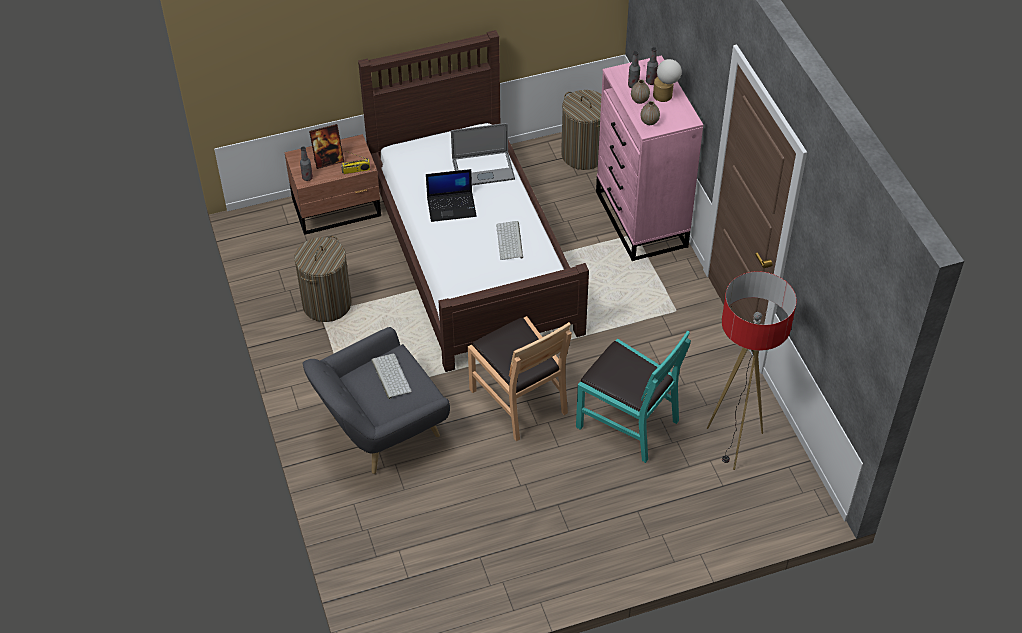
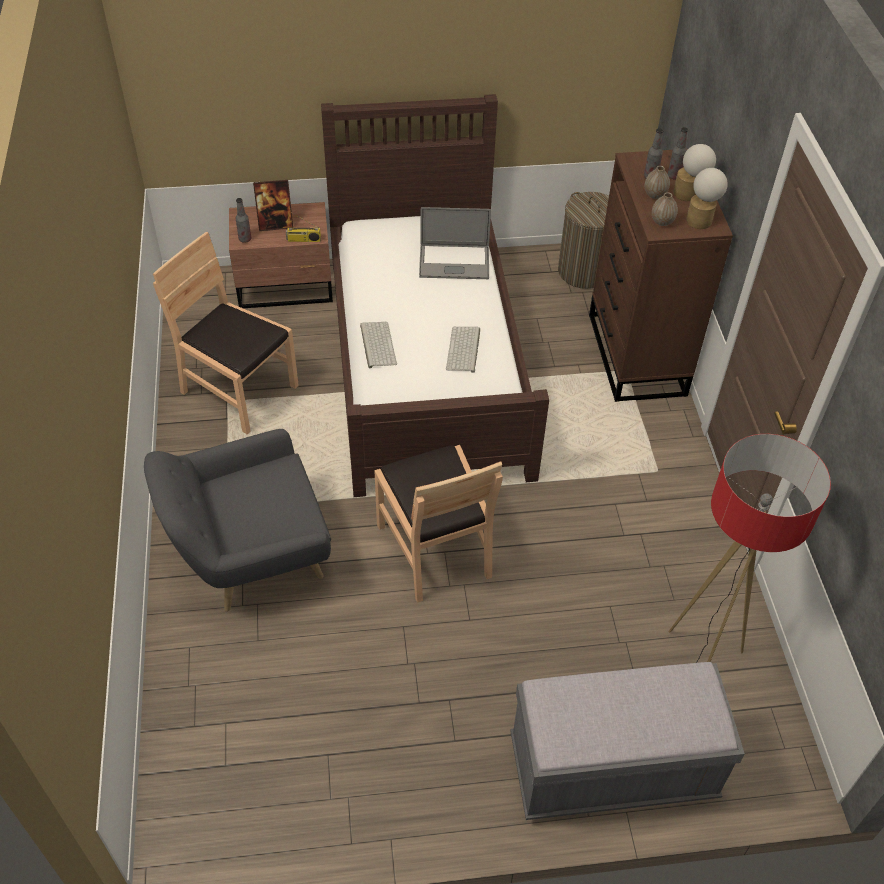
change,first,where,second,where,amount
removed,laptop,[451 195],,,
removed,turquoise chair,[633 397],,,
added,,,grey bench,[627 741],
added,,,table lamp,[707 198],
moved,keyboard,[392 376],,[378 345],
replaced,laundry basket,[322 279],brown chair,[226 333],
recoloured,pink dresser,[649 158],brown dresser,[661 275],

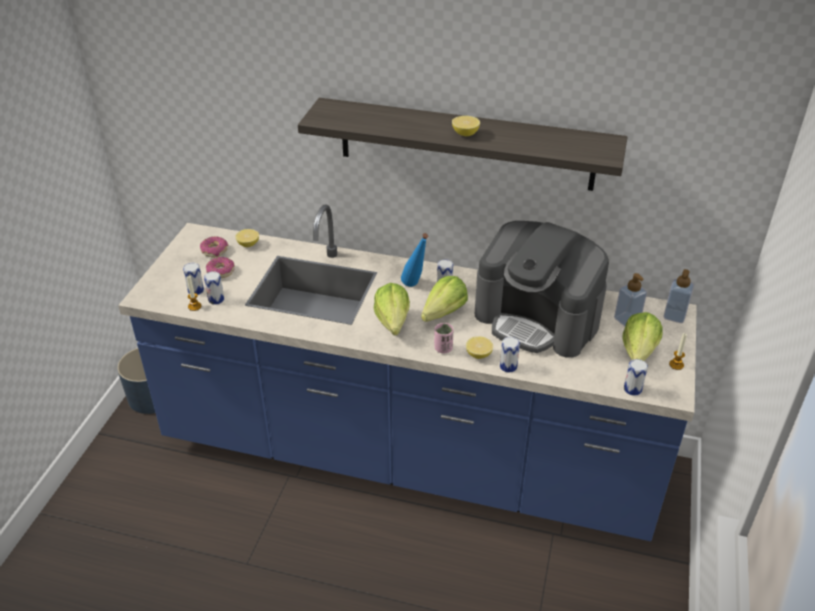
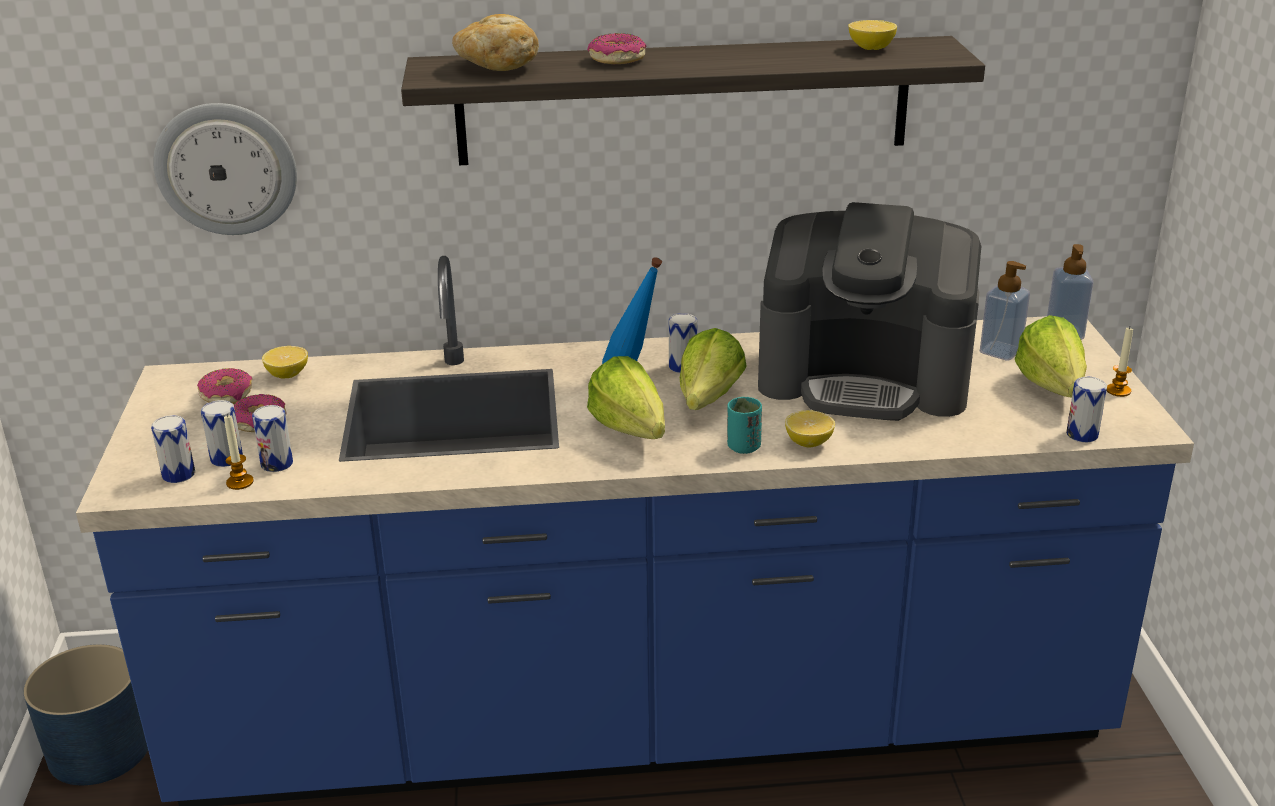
change,first,where,second,where,amount
added,,,wall clock,[225 169],
added,,,bread,[495 42],
added,,,donut,[616 48],
moved,lemon,[466 126],,[872 35],
moved,can,[510 354],,[173 449],
recoloured,pink cup,[443 338],turquoise cup,[744 425],

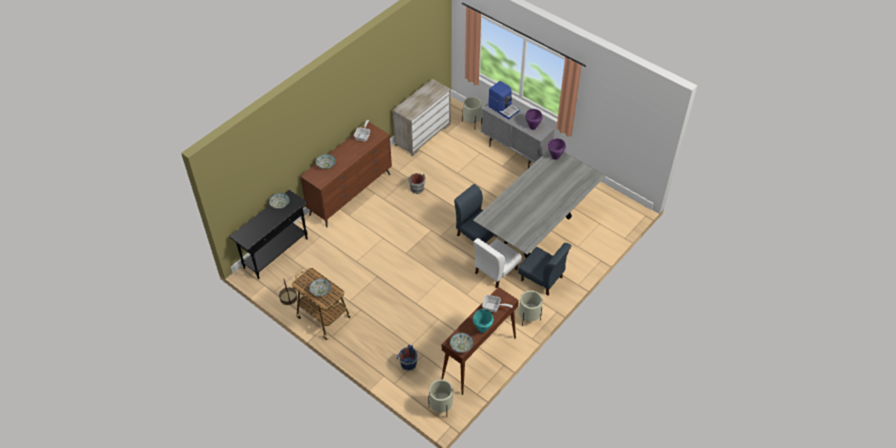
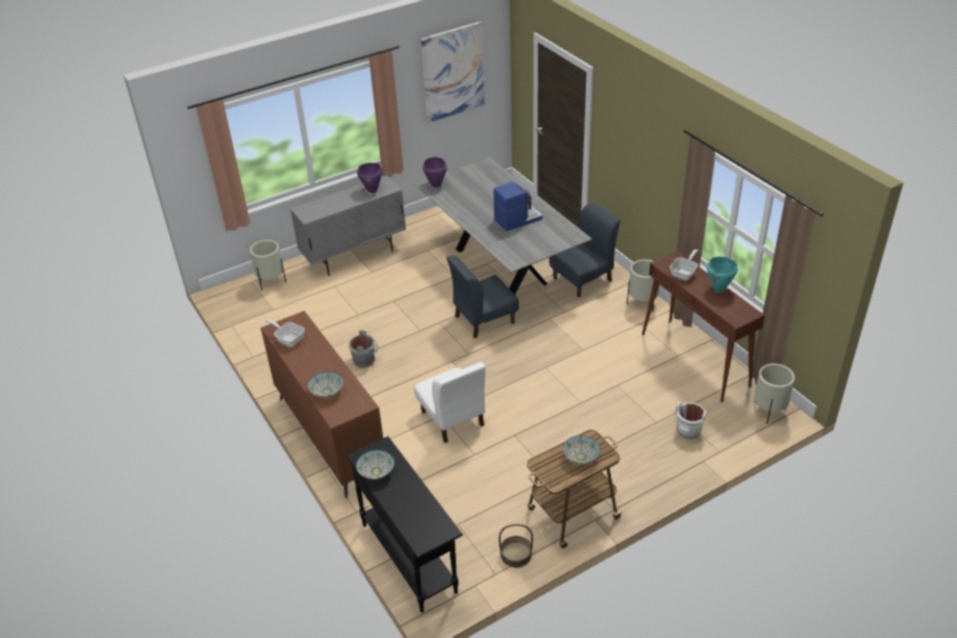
change,first,where,second,where,amount
removed,beige dresser,[421 117],,,
removed,bowl,[461 343],,,
added,,,picture,[453 72],
moved,white chair,[498 263],,[450 402],
moved,coffee machine,[504 100],,[518 206],
recoloured,blue bucket,[407 358],white bucket,[690 420],

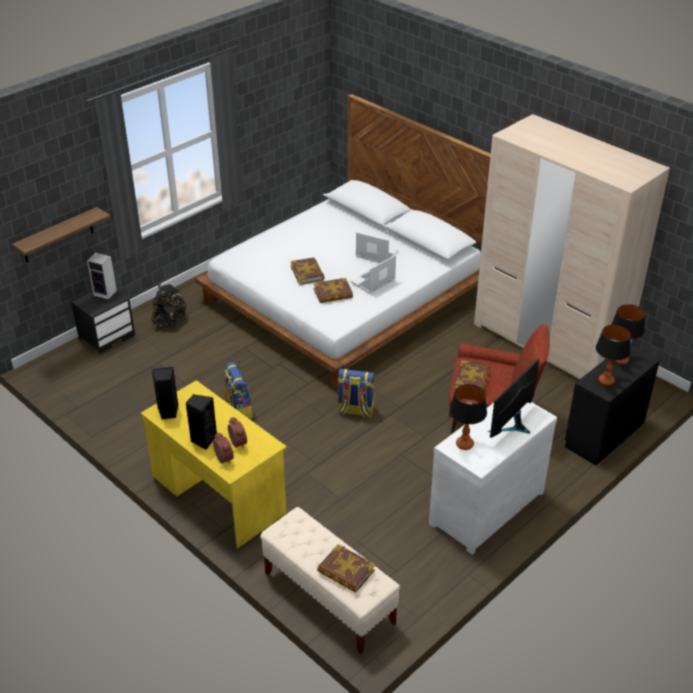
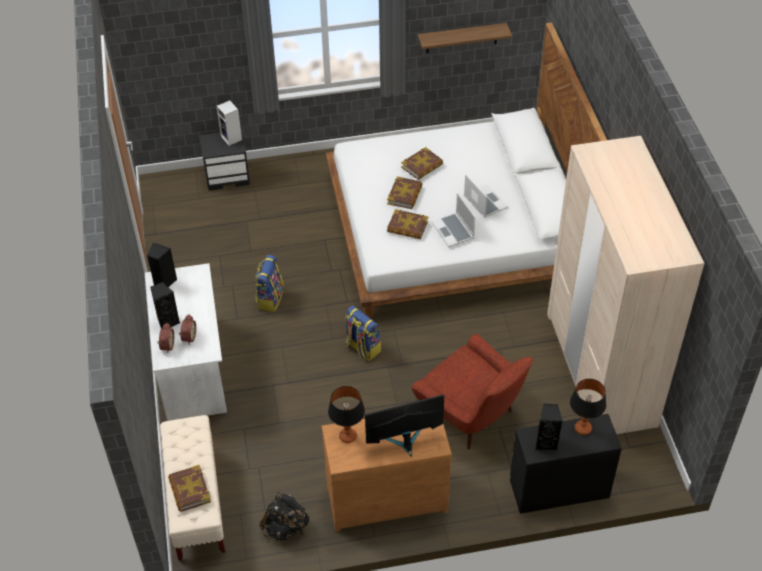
change,first,where,second,where,amount
moved,shelf,[61 235],,[465 38],
moved,black backpack,[168 305],,[284 516],
moved,book,[472 376],,[422 163],
replaced,table lamp,[613 355],black speaker,[549 427],
recoloured,yellow desk,[214 464],white desk,[186 342],
recoloured,white dresser,[493 478],brown dresser,[386 475],
turned,laptop,[373 274],,[453 220],105 degrees counterclockwise

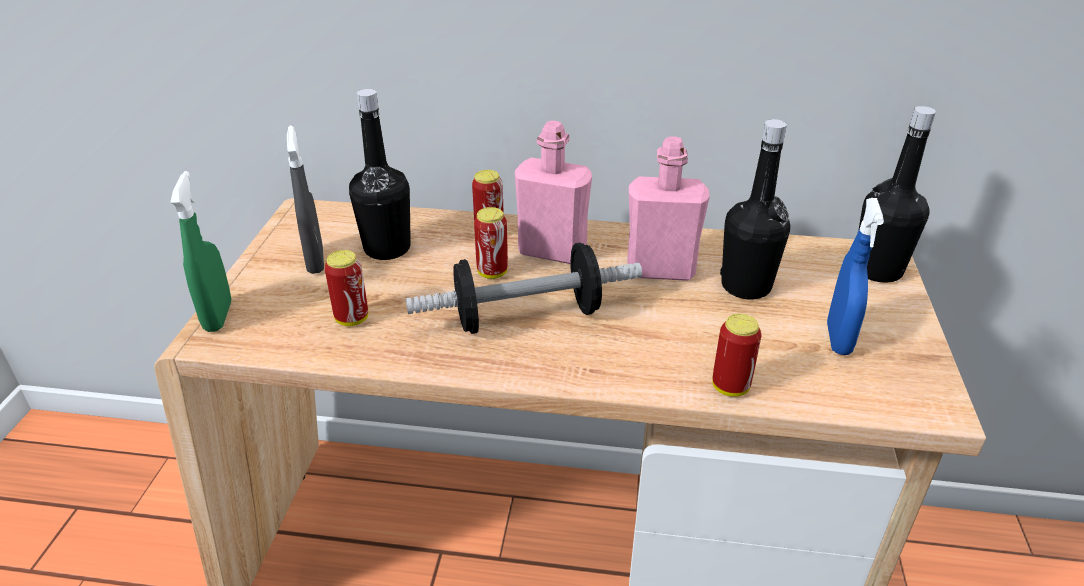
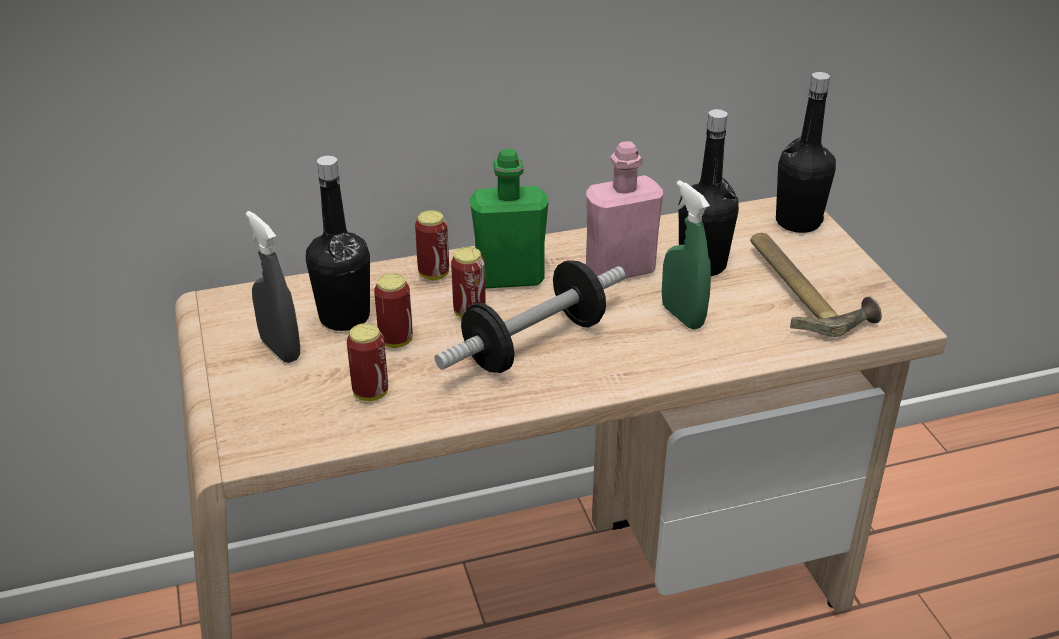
change,first,where,second,where,amount
moved,green spray bottle,[201 251],,[686 254],
moved,can,[737 355],,[393 311],
replaced,blue spray bottle,[855 276],hammer,[816 285],
recoloured,pink bottle,[553 192],green bottle,[509 218],

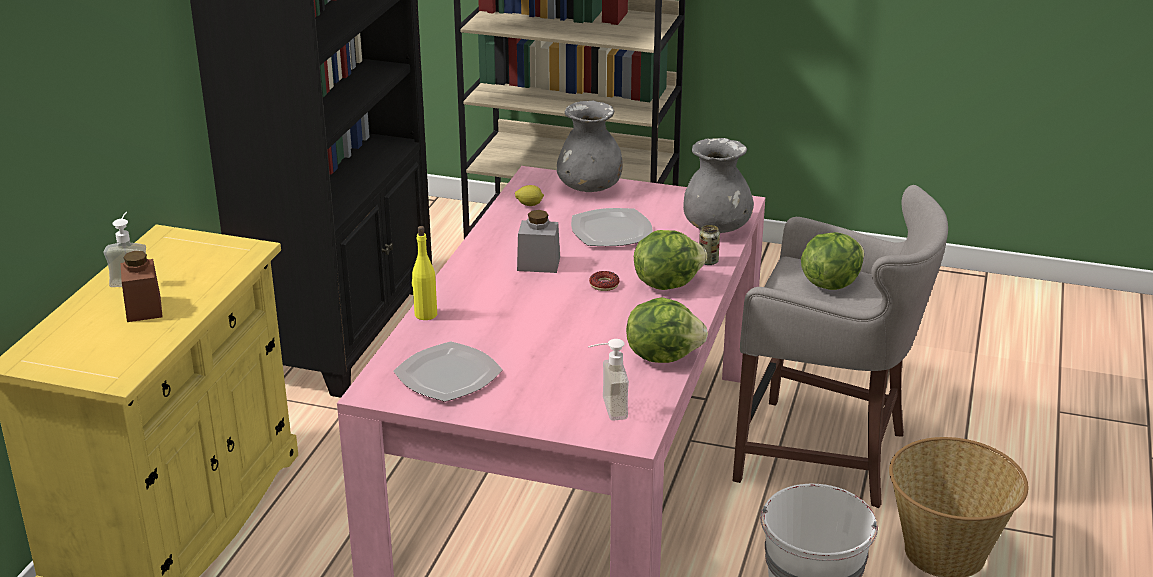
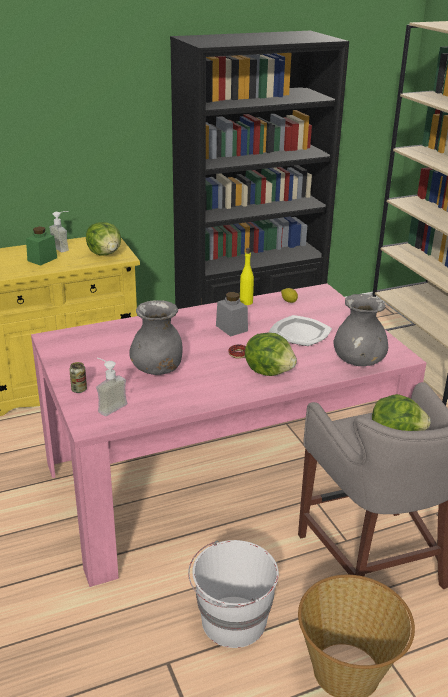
change,first,where,second,where,amount
removed,plate,[448 371],,,
moved,yellow bottle,[424 273],,[247 276],
moved,grey vase,[590 146],,[156 337],
moved,lettuce,[667 330],,[103 239],
moved,can,[709 245],,[78 377],
recoloured,brown jar,[142 286],green jar,[41 246],

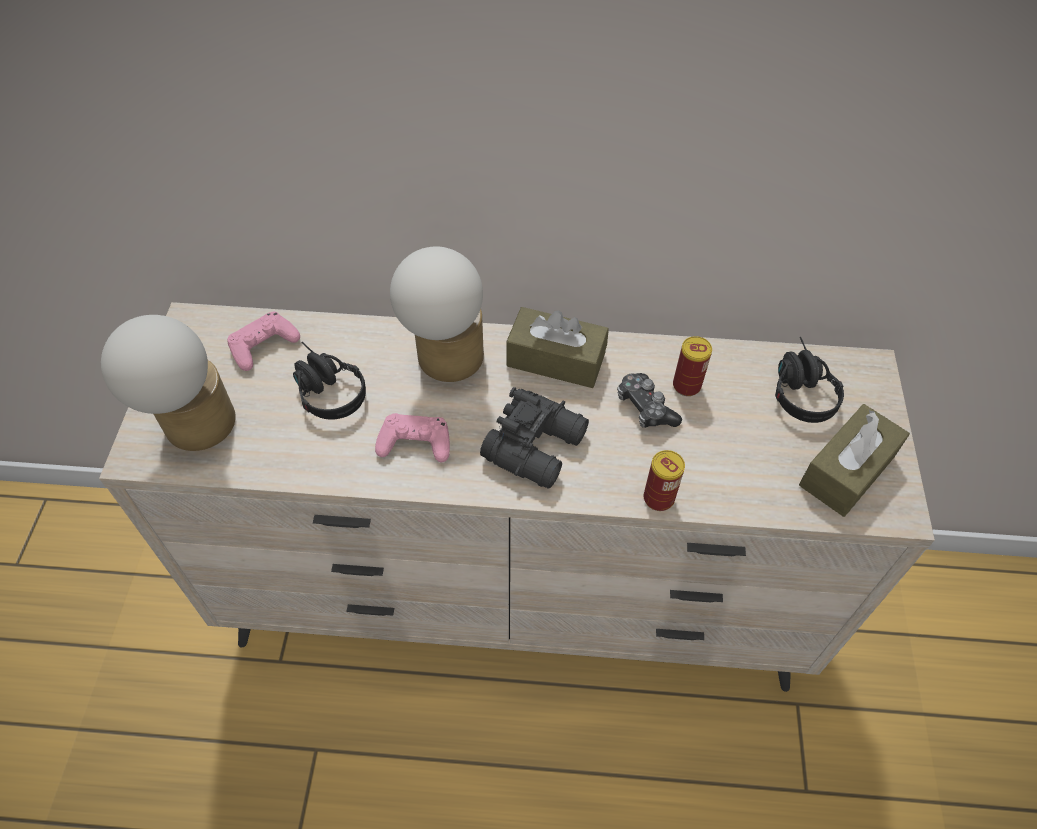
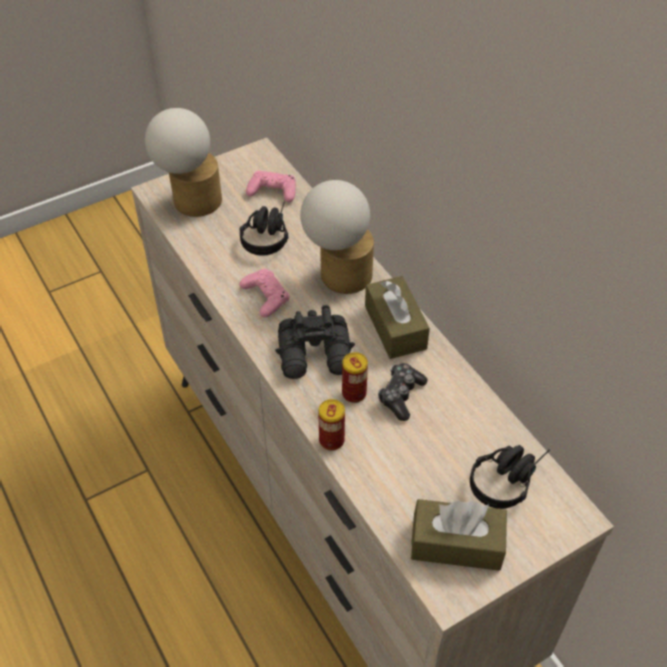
change,first,where,second,where,amount
moved,can,[692 366],,[355 377],

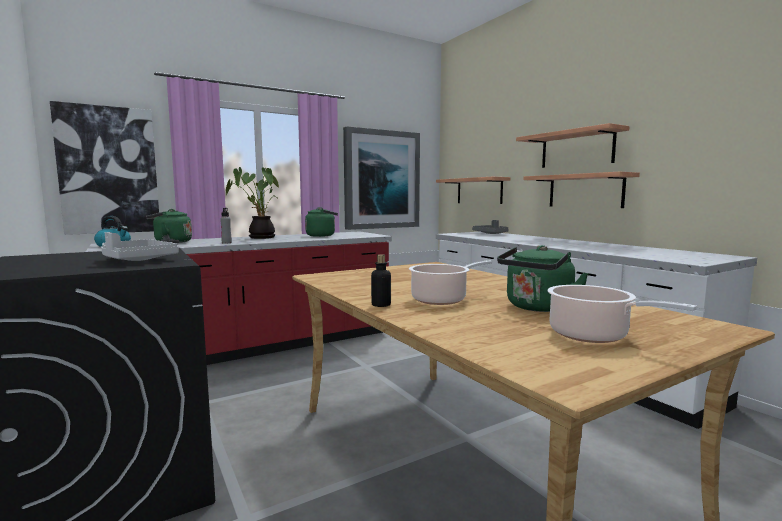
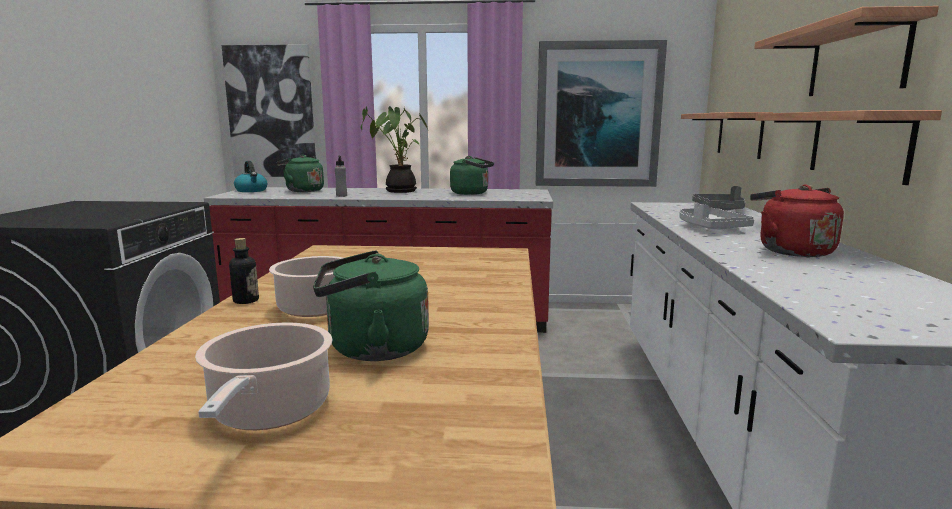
change,first,where,second,where,amount
added,,,red kettle,[797 221],
moved,grey tray,[140 246],,[716 216],

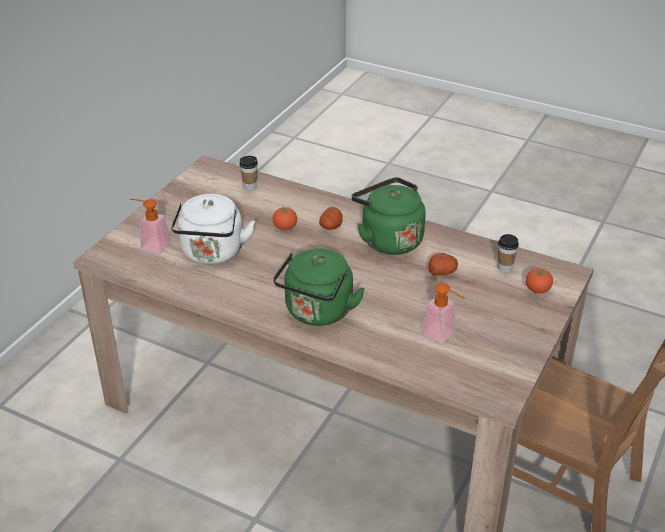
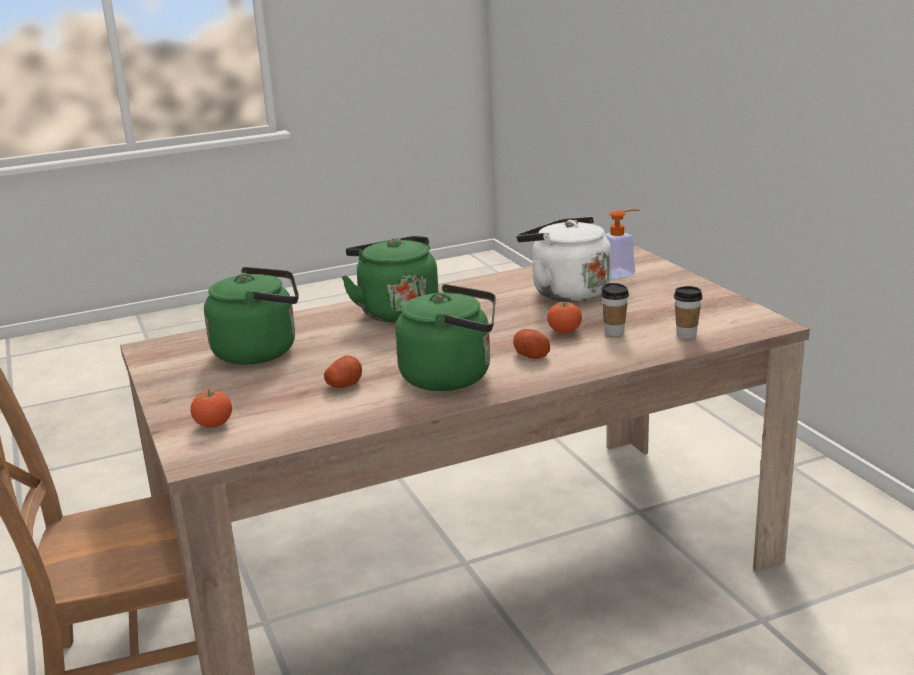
change,first,where,second,where,amount
moved,cup,[508 253],,[615 309],
replaced,soap dispenser,[443 313],green kettle,[251 316],

